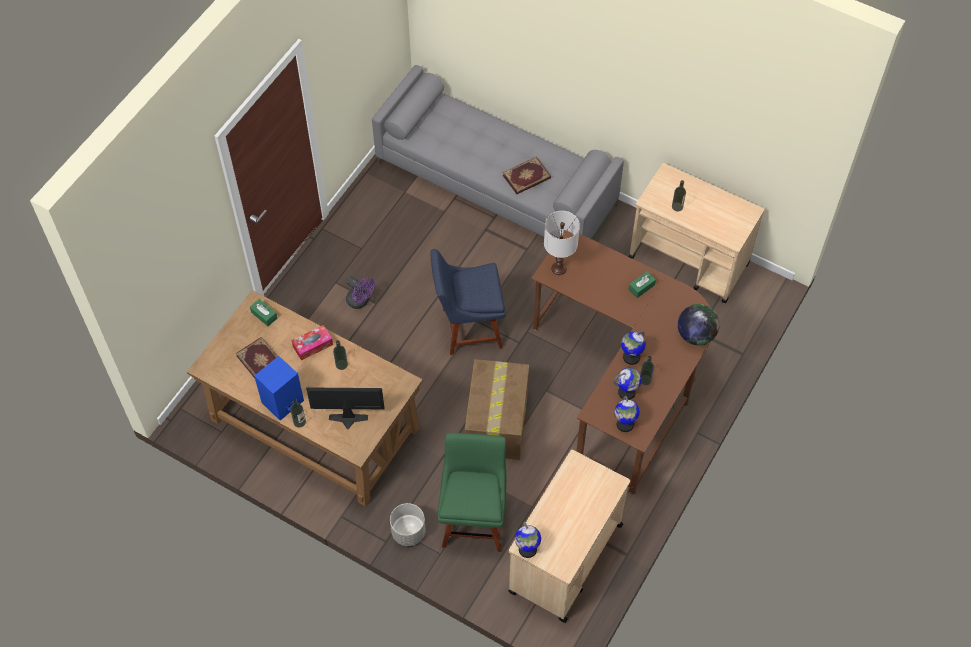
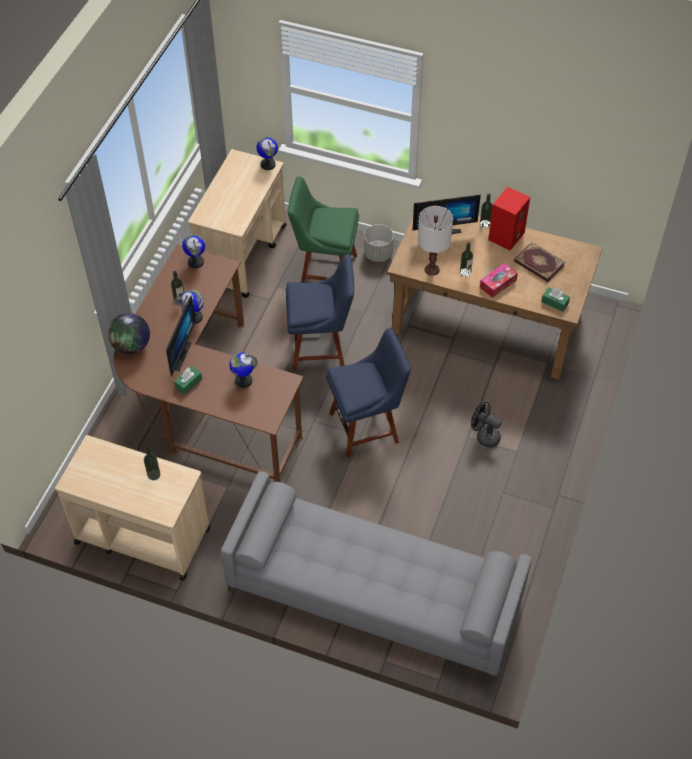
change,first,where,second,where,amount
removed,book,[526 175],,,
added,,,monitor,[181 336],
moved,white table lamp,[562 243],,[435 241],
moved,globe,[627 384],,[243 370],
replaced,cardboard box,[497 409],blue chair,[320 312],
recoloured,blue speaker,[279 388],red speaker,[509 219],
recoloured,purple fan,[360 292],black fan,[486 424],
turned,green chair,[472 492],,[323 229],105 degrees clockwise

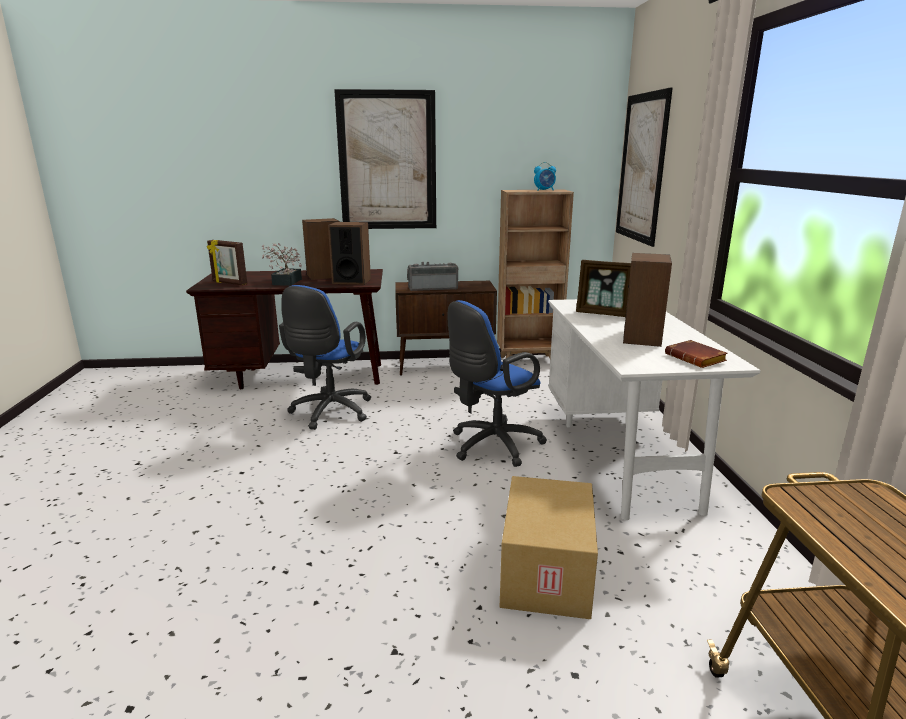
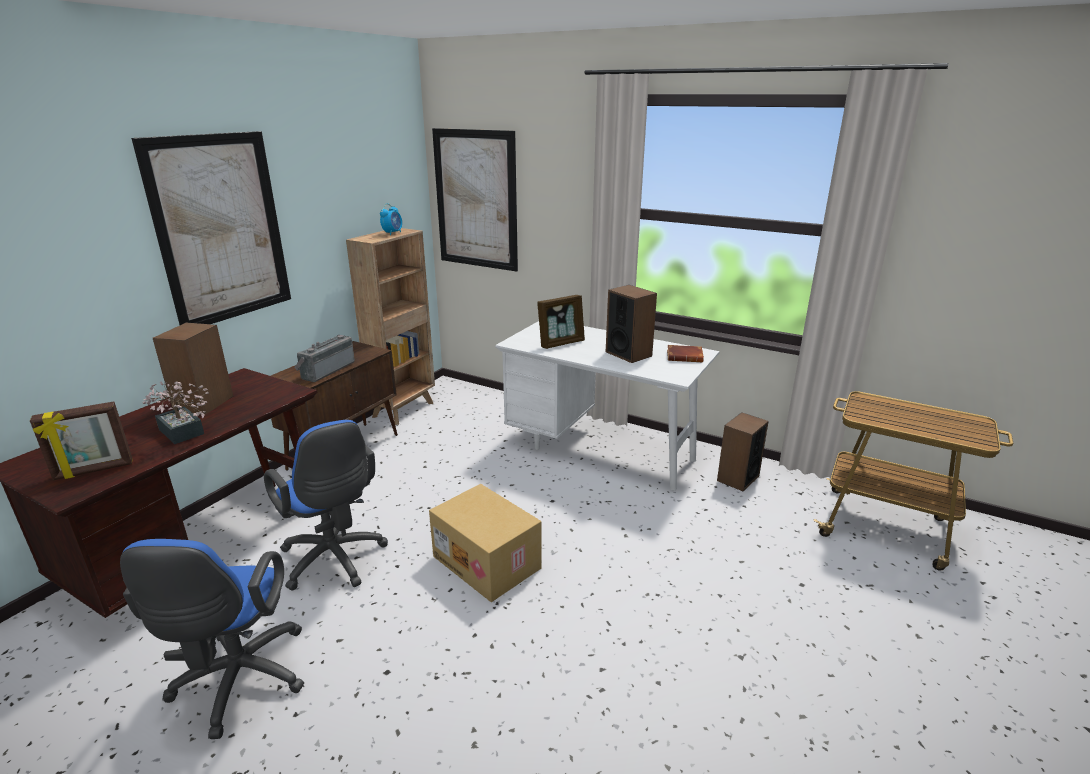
change,first,where,second,where,amount
moved,speaker,[349 253],,[743 451],
moved,blue office chair,[497 383],,[212 639],
moved,cardboard box,[549 547],,[485 543],

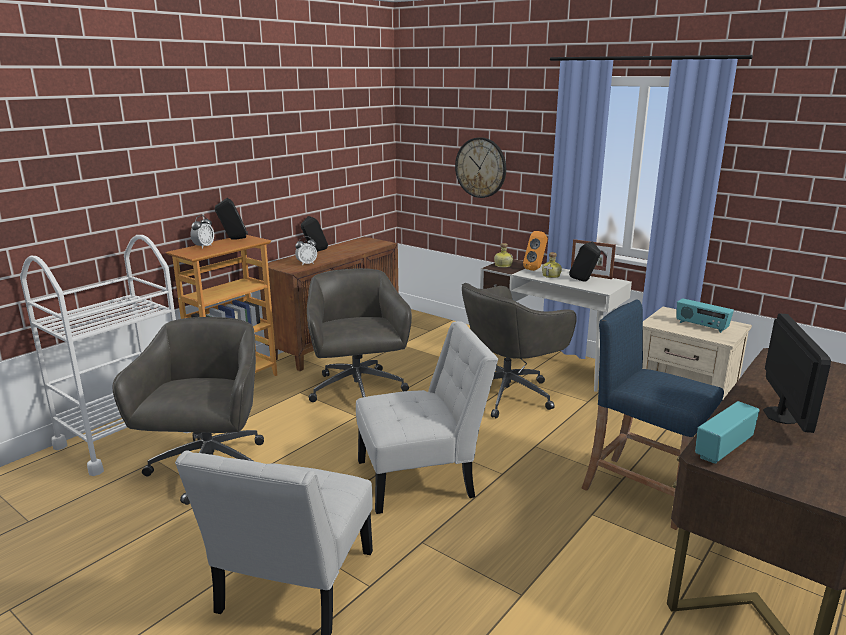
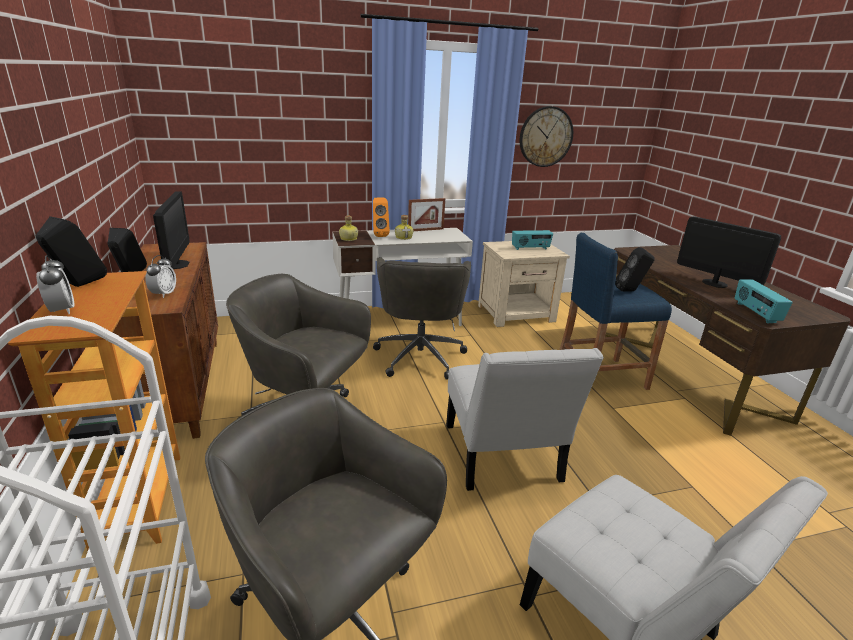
change,first,where,second,where,amount
added,,,monitor,[171 230],
moved,wall clock,[480 167],,[546 136],
moved,black speaker,[585 261],,[635 269],
turned,white chair,[427 417],,[525 419],150 degrees clockwise

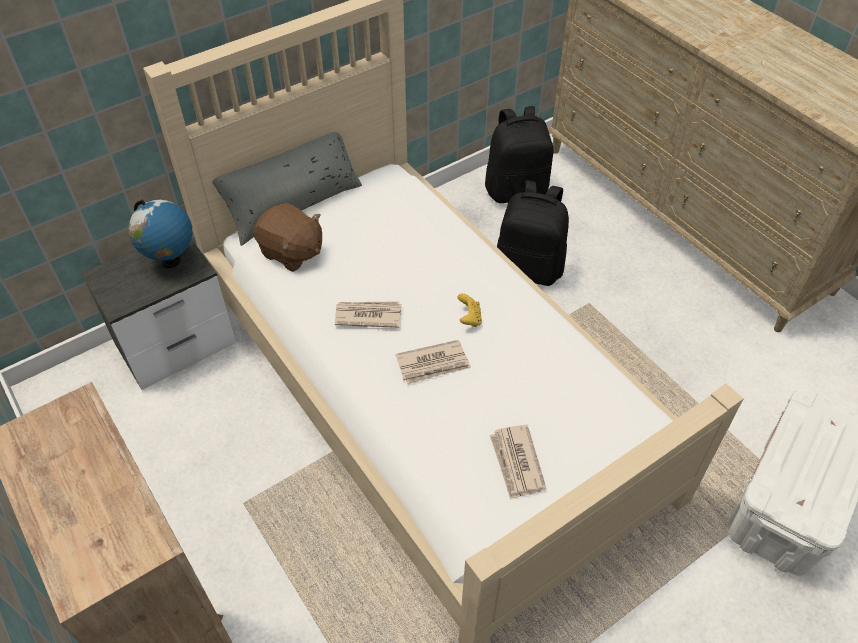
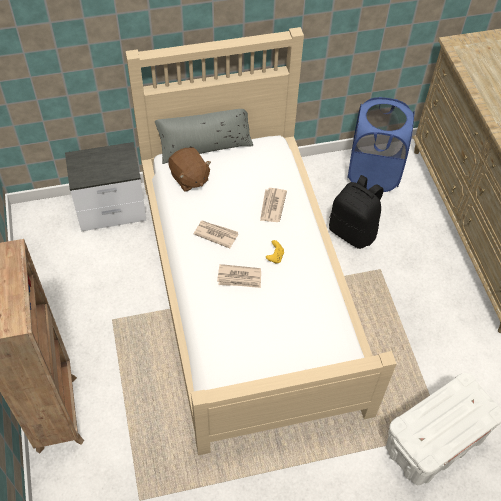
change,first,where,second,where,amount
removed,globe,[160 233],,,
moved,newspaper,[518 462],,[273 205],
replaced,black backpack,[519 154],blue laundry basket,[381 144],

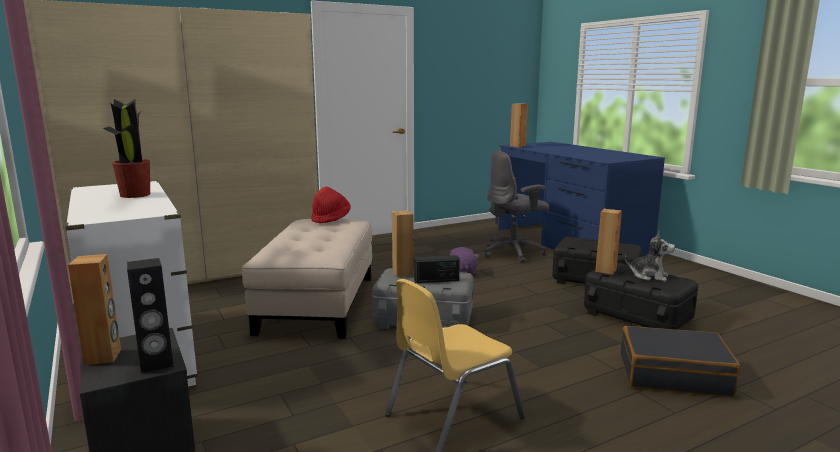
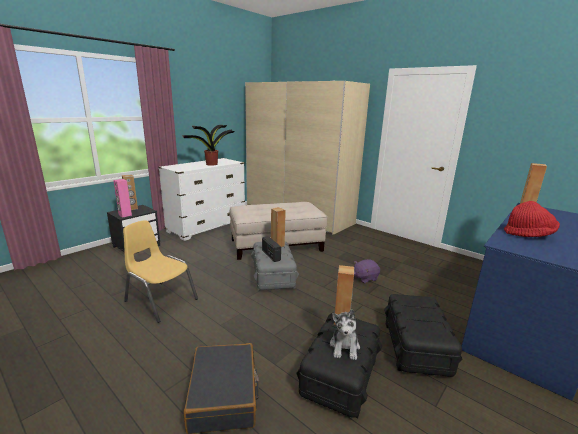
change,first,where,second,where,amount
removed,grey office chair,[517 207],,,
moved,red hat,[331 205],,[532 219],
recoloured,black speaker,[150 315],pink speaker,[122 198],

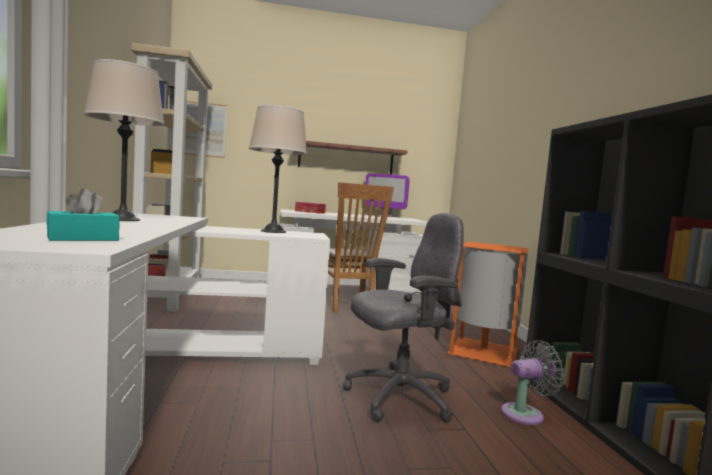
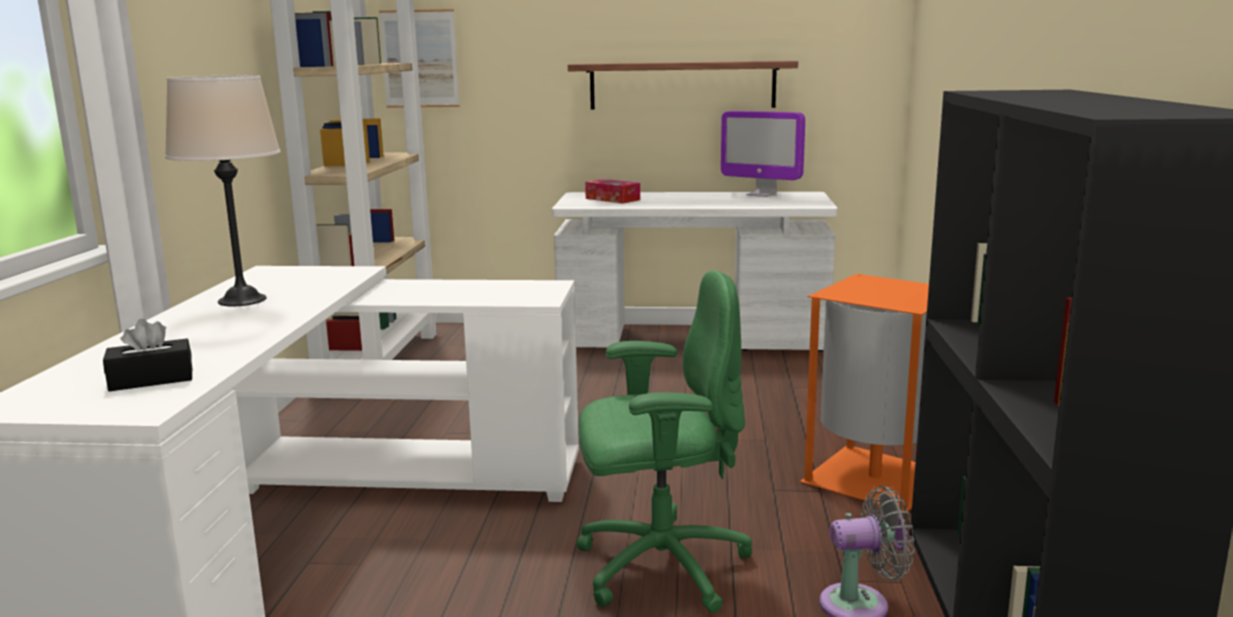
change,first,where,second,where,amount
removed,beige table lamp,[278 169],,,
removed,brown chair,[361 247],,,
recoloured,turquoise tissue box,[83 214],black tissue box,[147 355],
recoloured,grey office chair,[403 317],green office chair,[664 441],

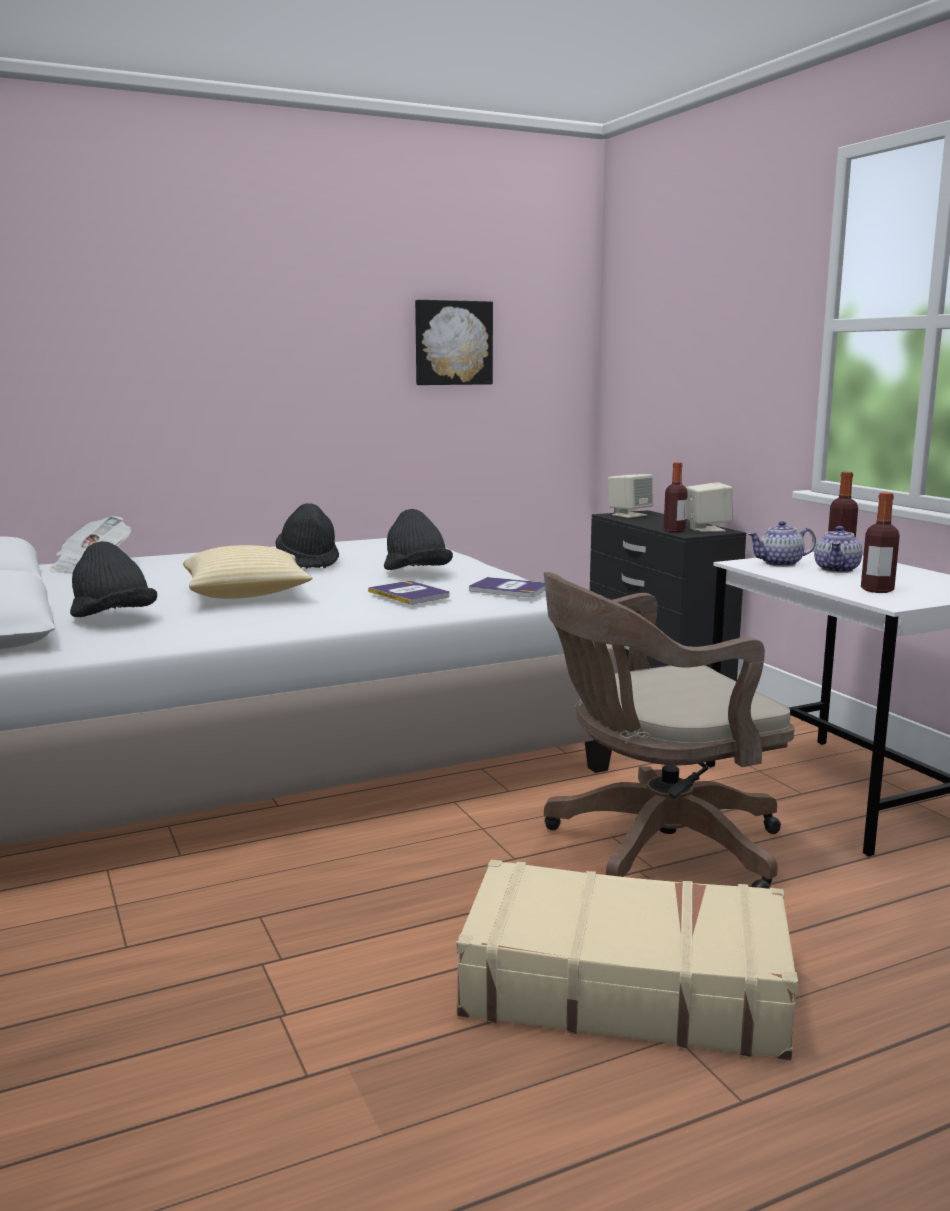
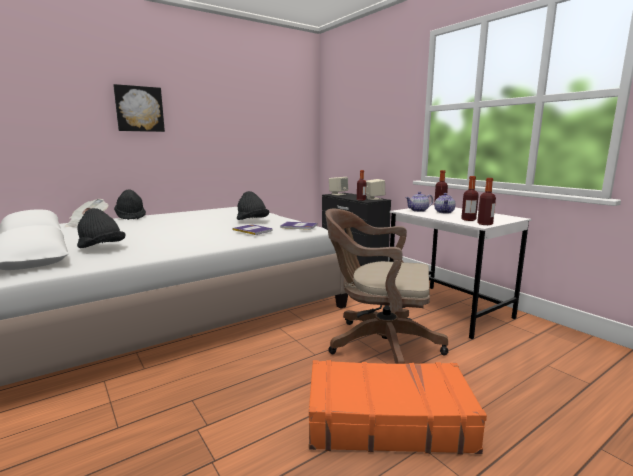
change,first,where,second,where,amount
removed,pillow,[247 572],,,
added,,,bottle,[486 201],
moved,black hat,[307 536],,[130 205],
moved,picture,[454 342],,[139 108],
recoloured,beige suitcase,[627 960],orange suitcase,[398 407],
turned,brown office chair,[669 730],,[387 286],45 degrees clockwise

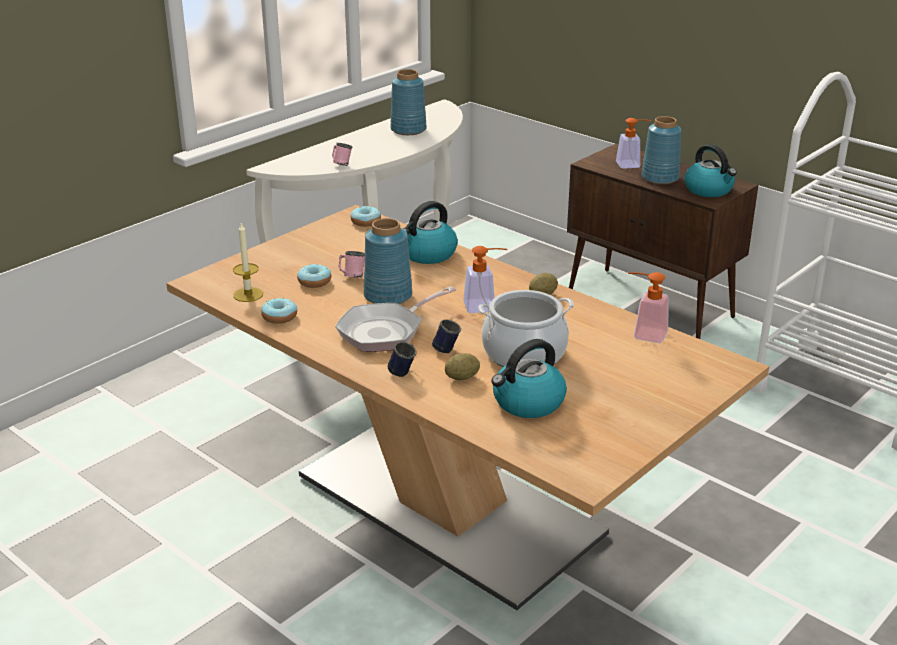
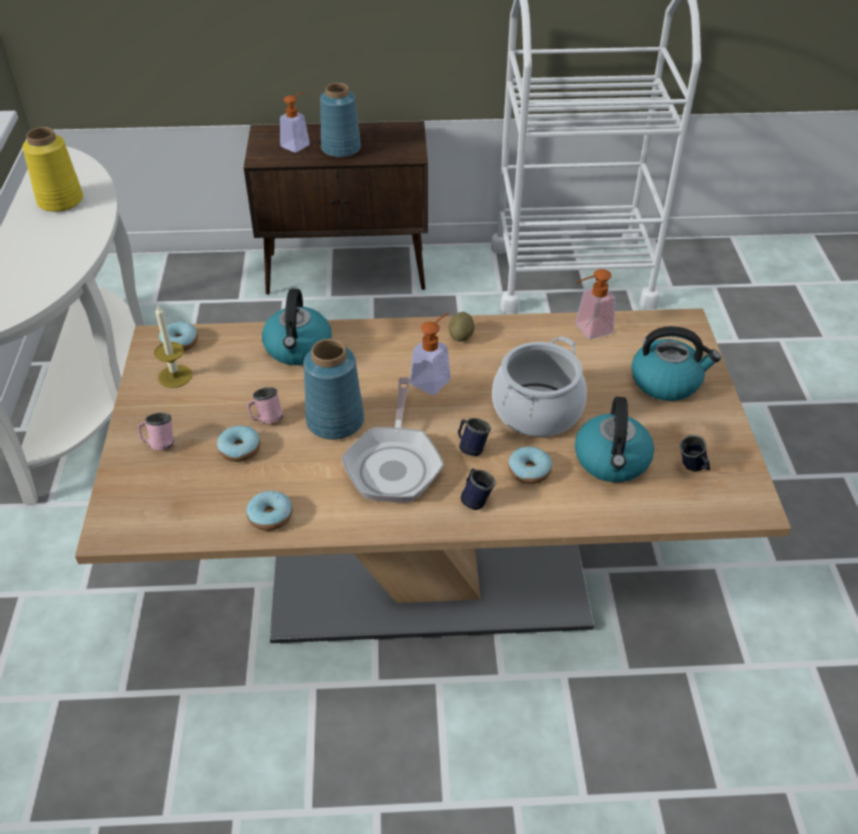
change,first,where,second,where,amount
added,,,blue mug,[695 453],
moved,candle,[248 262],,[173 346],
moved,pink mug,[342 154],,[156 431],
moved,kettle,[710 170],,[676 363],
replaced,potato,[462 366],donut,[530 465],
recoloured,blue vase,[408 102],yellow vase,[52 169],

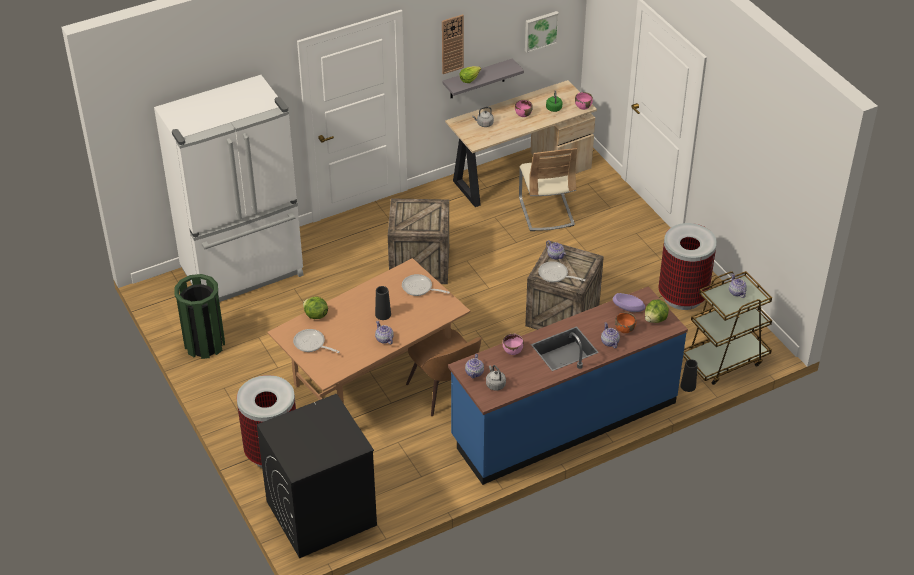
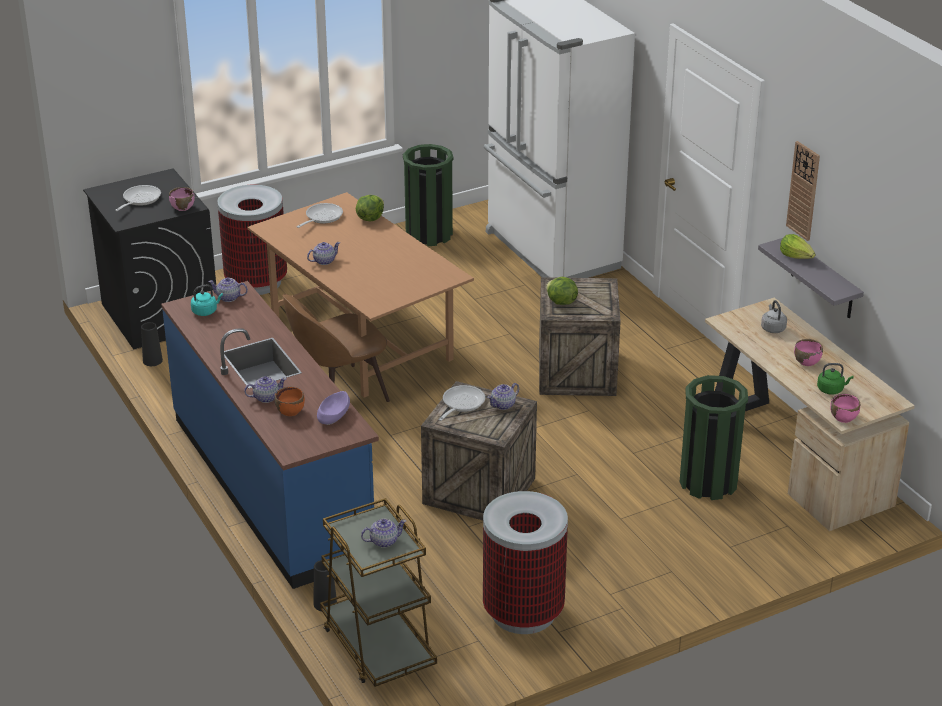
change,first,where,second,where,amount
removed,picture,[542 32],,,
moved,black vase,[383 303],,[152 344],
moved,frying pan,[426 285],,[138 198],
moved,pink bowl,[513 344],,[182 199],
moved,lettuce,[657 311],,[562 291],
replaced,beige chair,[548 189],green trash can,[714 437],
recoloured,grey kettle,[496 378],turquoise kettle,[207 300],

